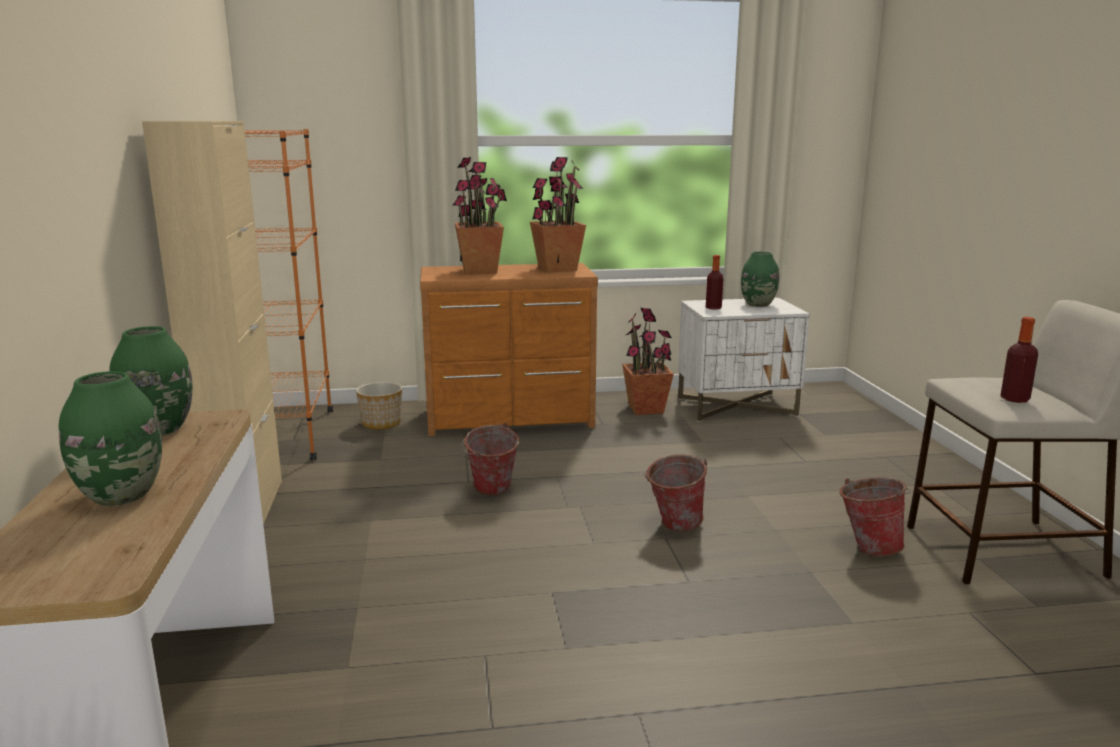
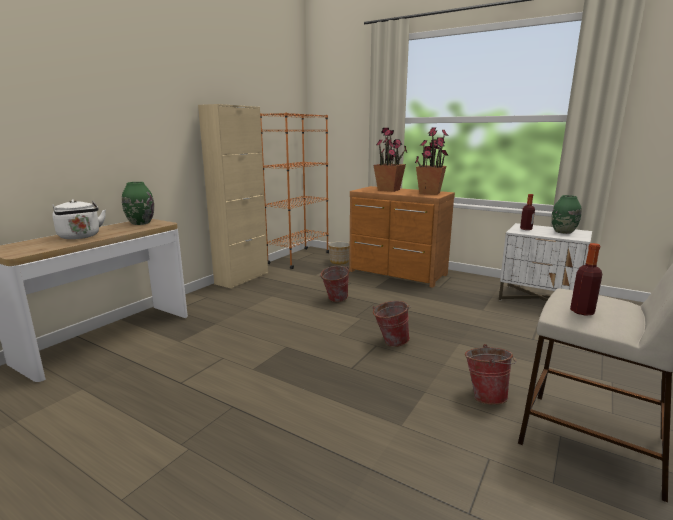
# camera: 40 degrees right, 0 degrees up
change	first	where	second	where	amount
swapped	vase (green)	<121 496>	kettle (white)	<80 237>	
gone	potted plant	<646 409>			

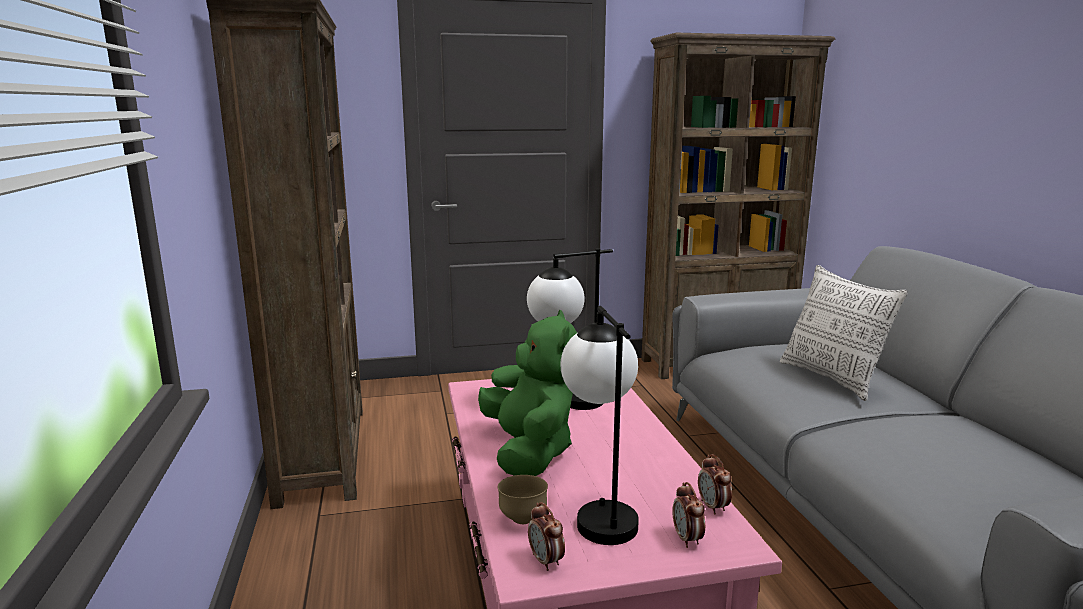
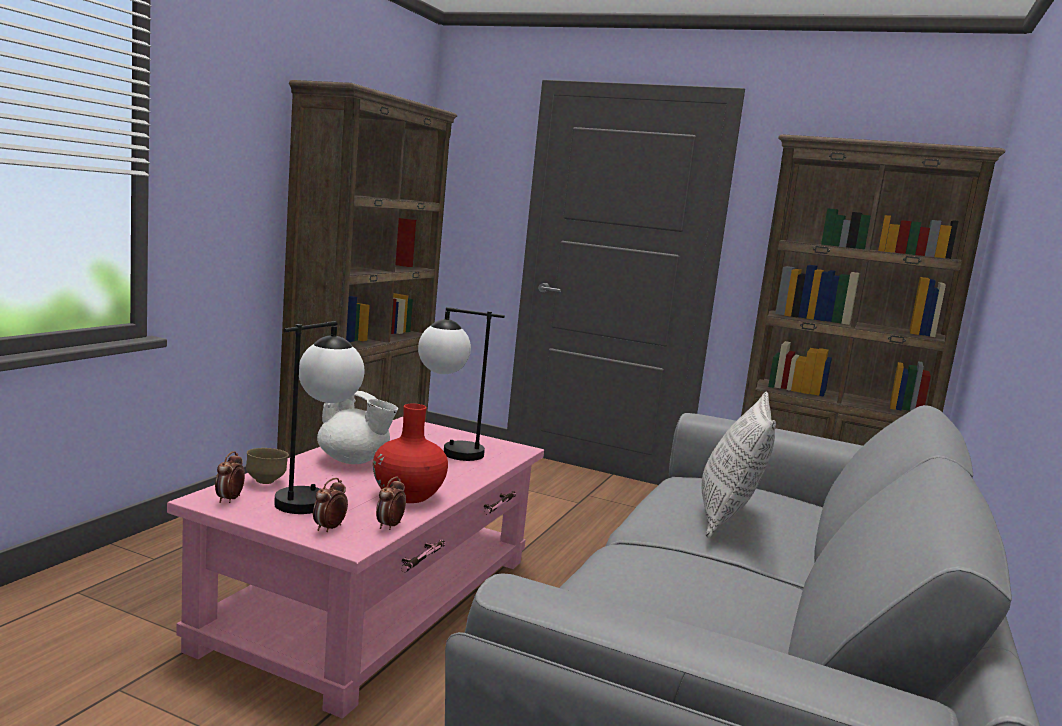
# camera: 35 degrees right, 5 degrees down
change	first	where	second	where	amount
swapped	plush toy (green)	<529 451>	teapot (white)	<354 460>	
new			vase (red)	<408 495>	

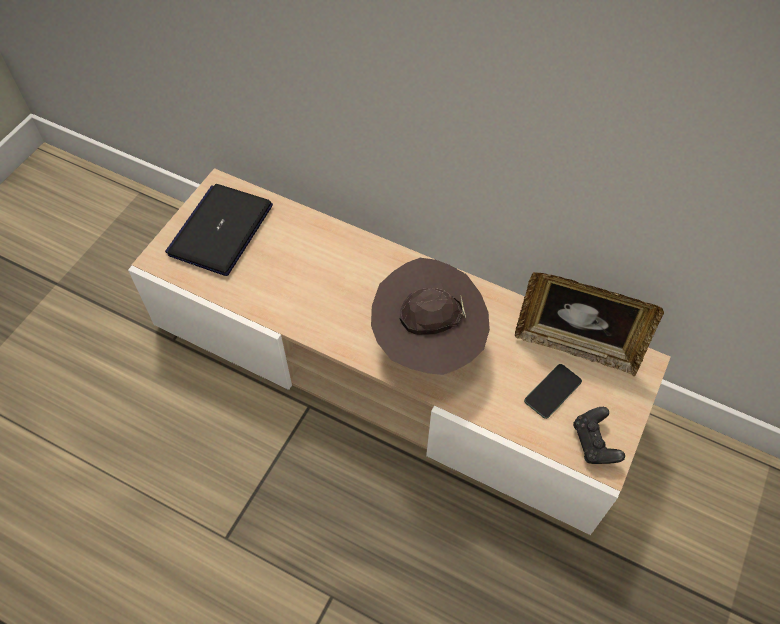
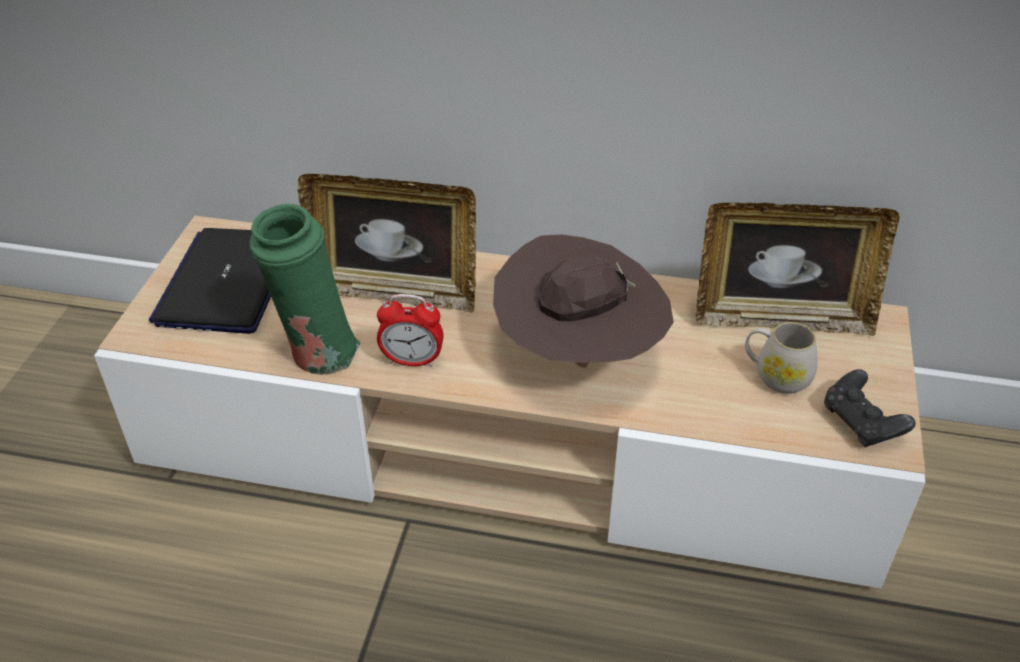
# camera: 15 degrees left, 15 degrees down
change	first	where	second	where	amount
swapped	phone	<552 391>	mug (white)	<776 376>	
new			vase (green)	<317 355>	
new			picture frame	<394 292>	
new			alarm clock	<412 360>	

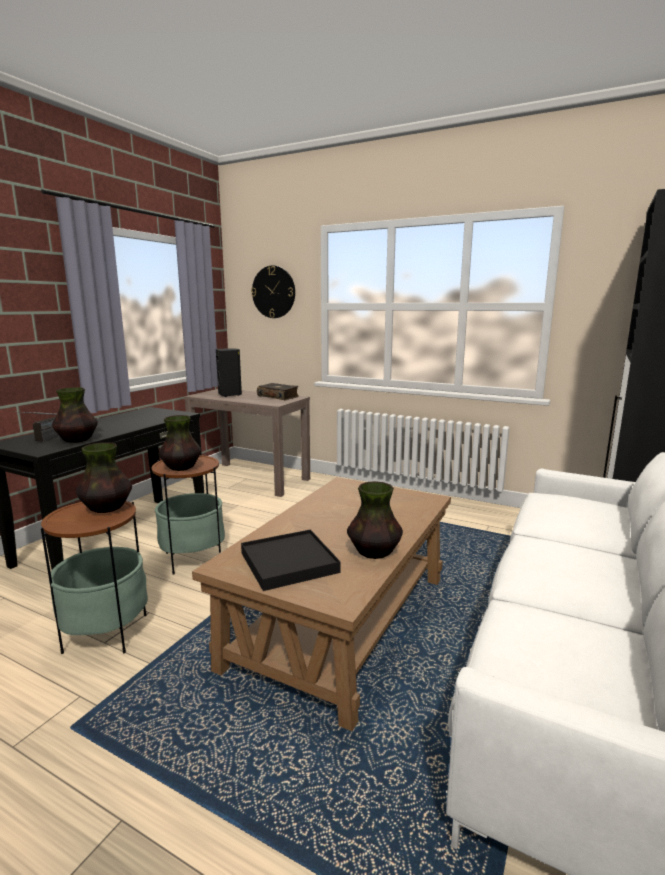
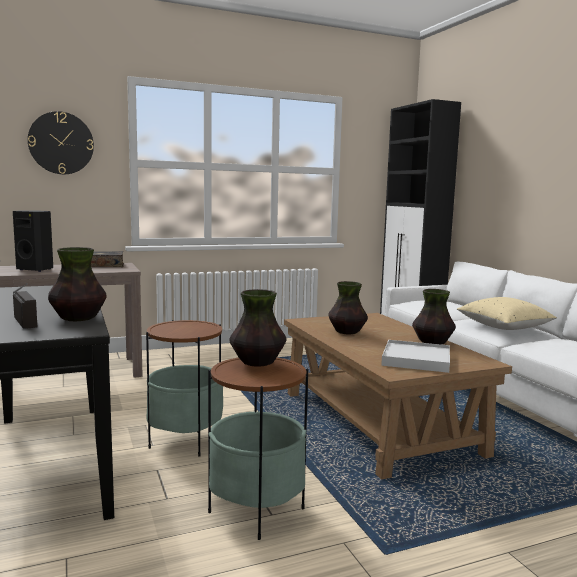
# camera: 50 degrees left, 5 degrees down
change	first	where	second	where	amount
shifted	vase	<181 468>		<347 332>	
repainted	tray (black)	<288 562>	tray (white)	<416 359>	
new			pillow (beige)	<504 327>	

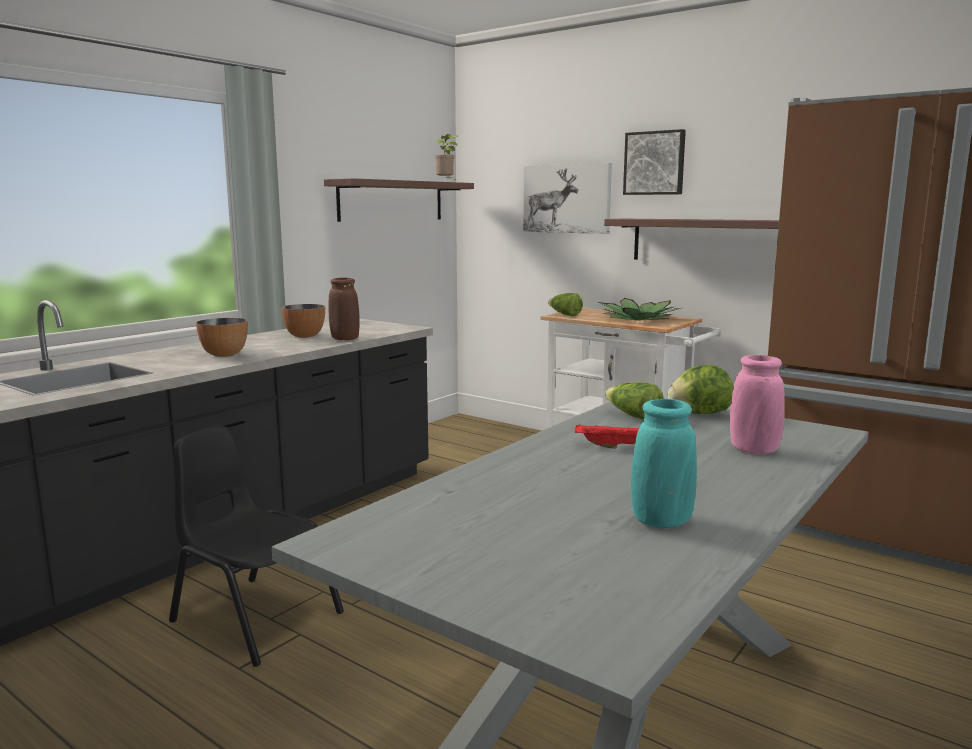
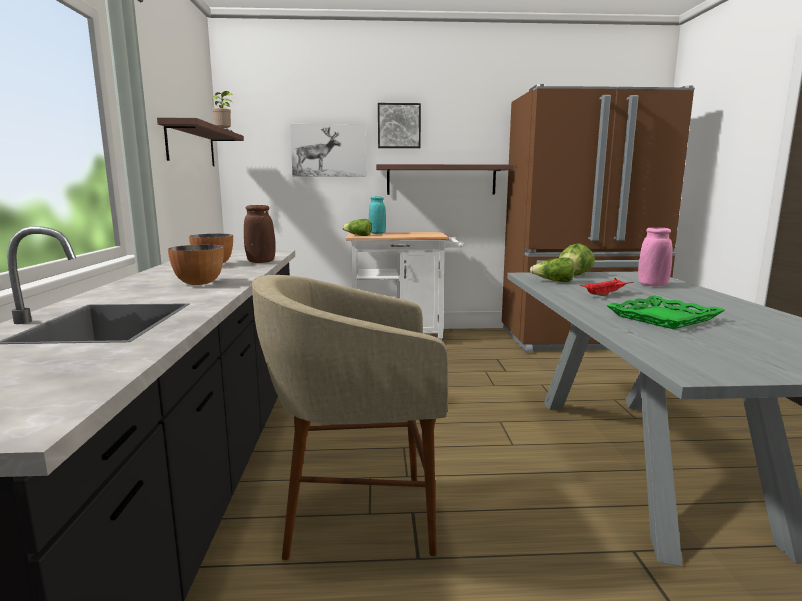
# camera: 40 degrees left, 0 degrees up
change	first	where	second	where	amount
swapped	chair (black)	<255 617>	stool (beige)	<356 518>	
gone	potted plant	<638 320>			
shifted	vase (turquoise)	<661 521>		<377 233>	
new			tray (green)	<662 318>	

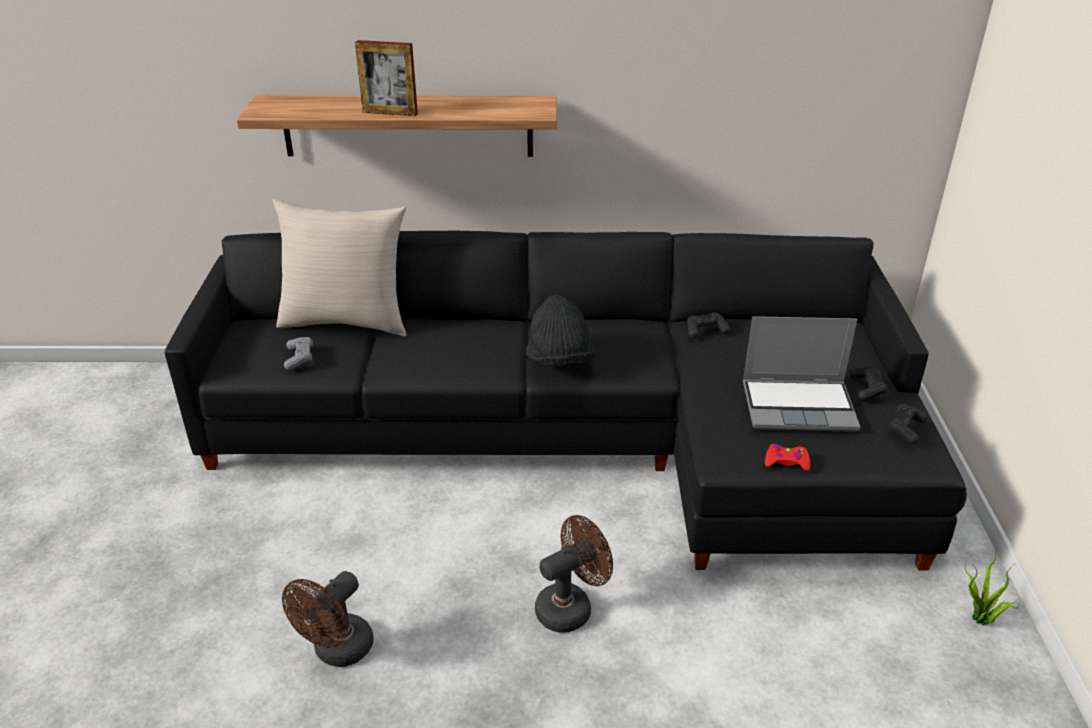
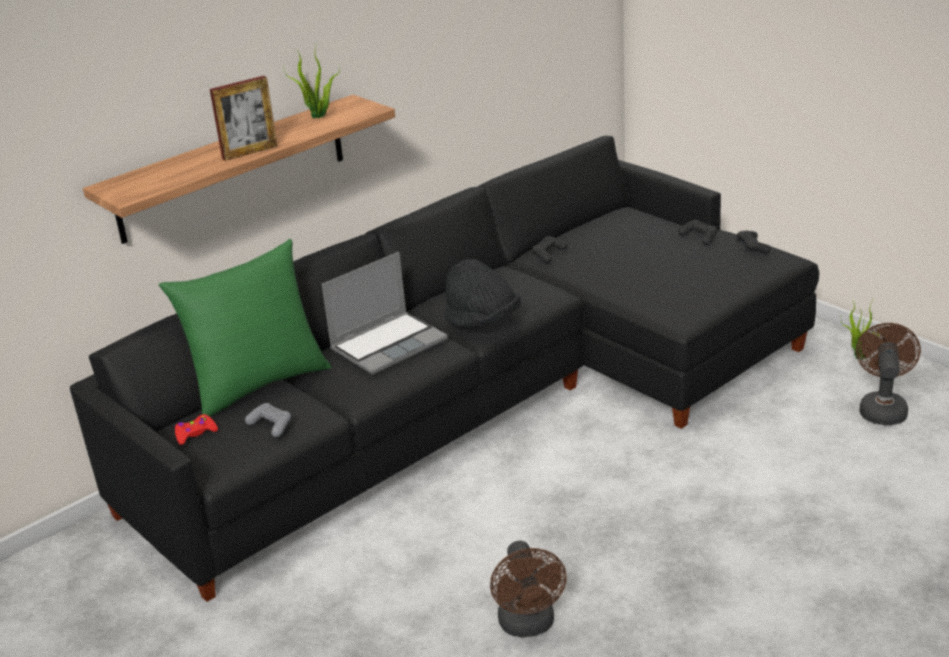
# camera: 40 degrees left, 5 degrees down
change	first	where	second	where	amount
repainted	pillow (beige)	<347 321>	pillow (green)	<258 384>	
shifted	fan (brown)	<571 606>		<882 408>	
shifted	laptop	<799 406>		<389 344>	
shifted	game controller (red)	<786 462>		<195 434>	
new			potted plant	<318 116>	

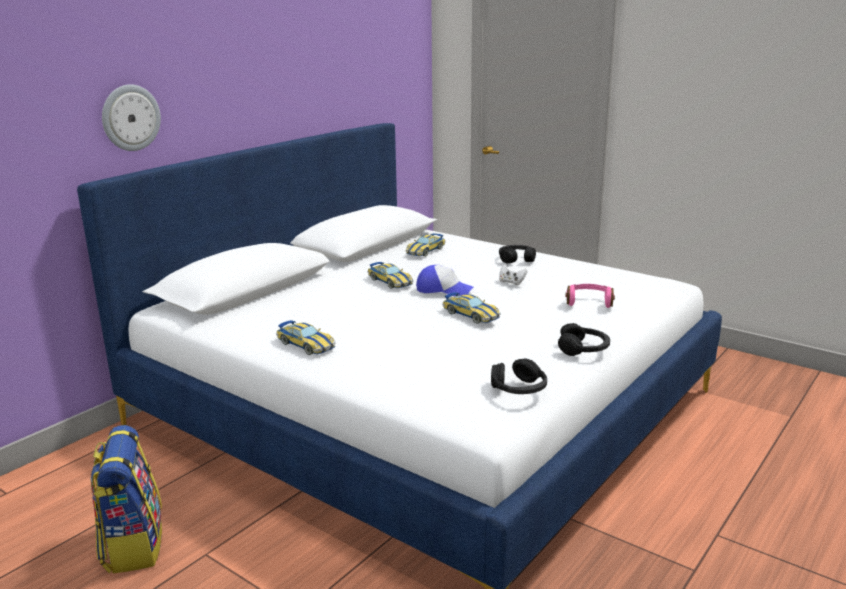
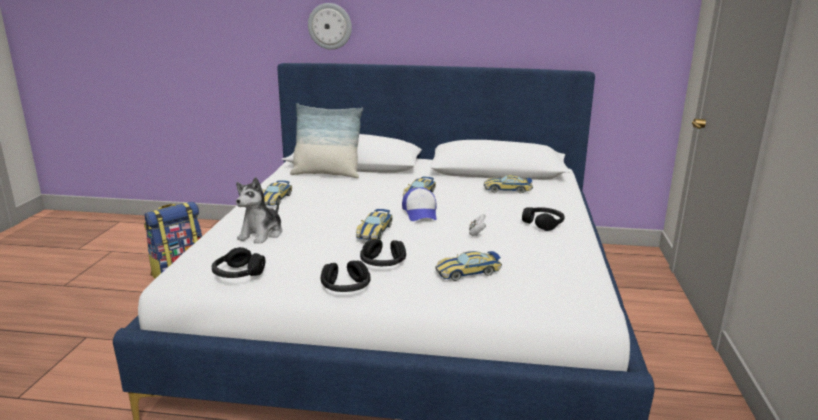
# camera: 60 degrees right, 0 degrees up
change	first	where	second	where	amount
swapped	headphones (pink)	<589 302>	toy car	<468 272>	
new			plush toy	<262 234>	
new			pillow	<326 174>	
new			headphones (black)	<382 263>	

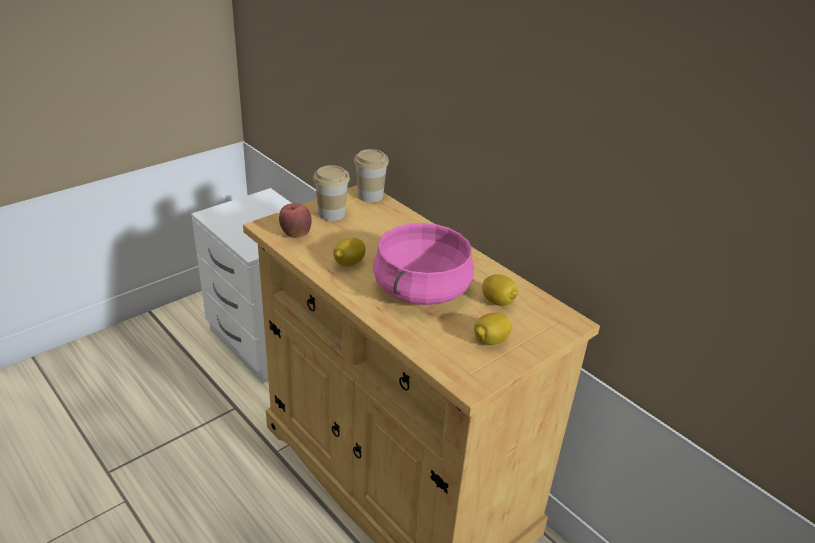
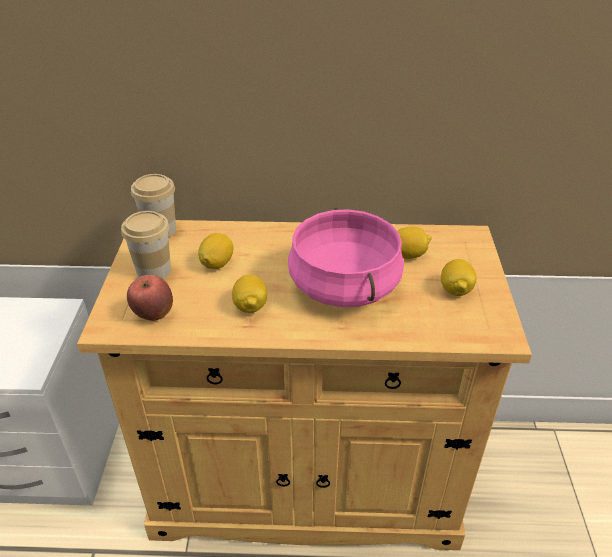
# camera: 45 degrees left, 5 degrees up
change	first	where	second	where	amount
new			lemon	<217 263>	

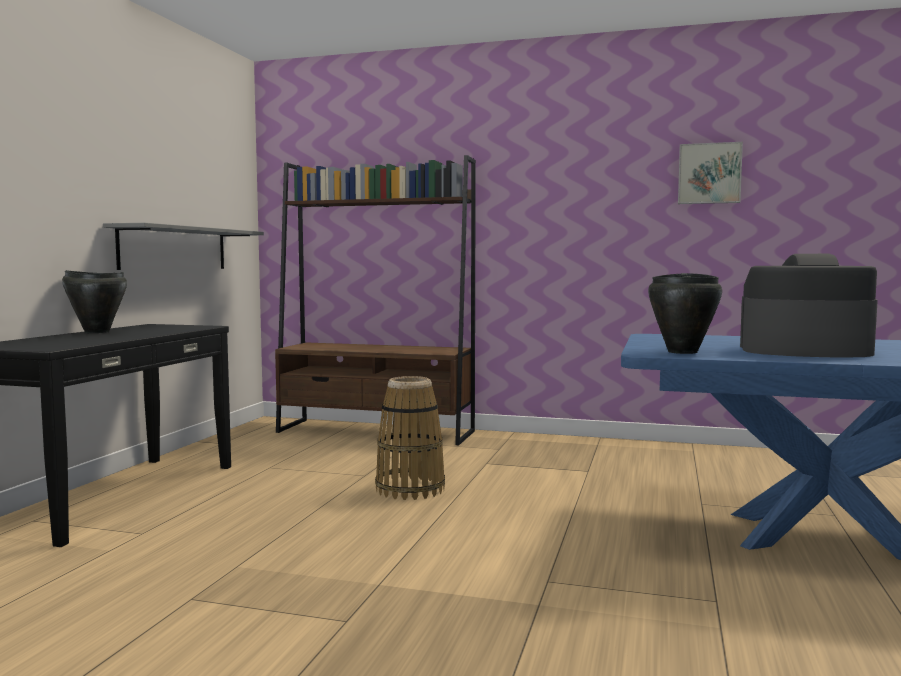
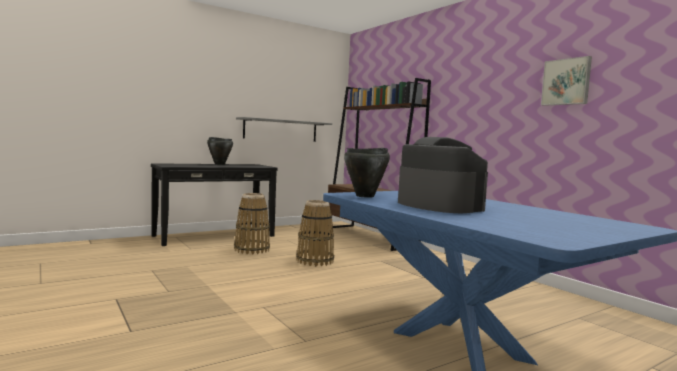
# camera: 40 degrees right, 0 degrees up
change	first	where	second	where	amount
new			basket	<252 249>	

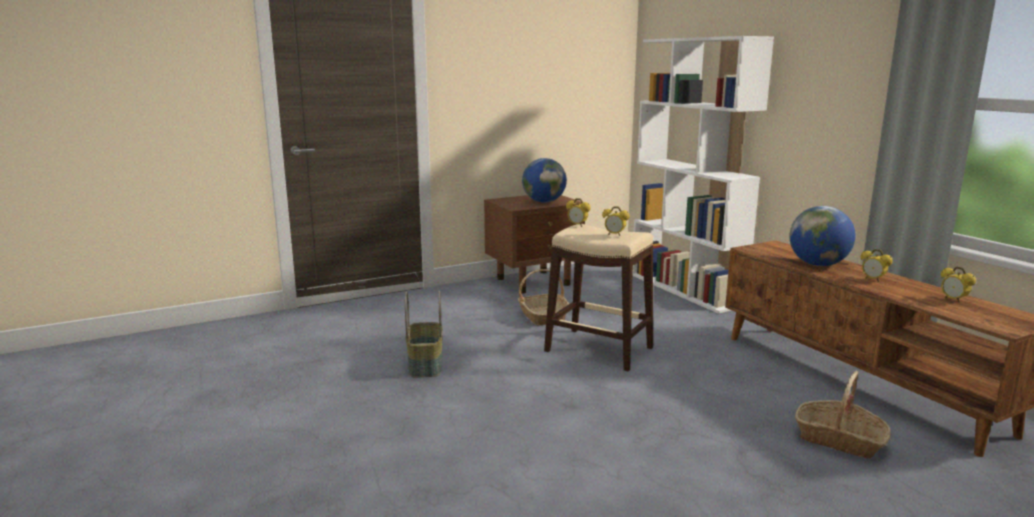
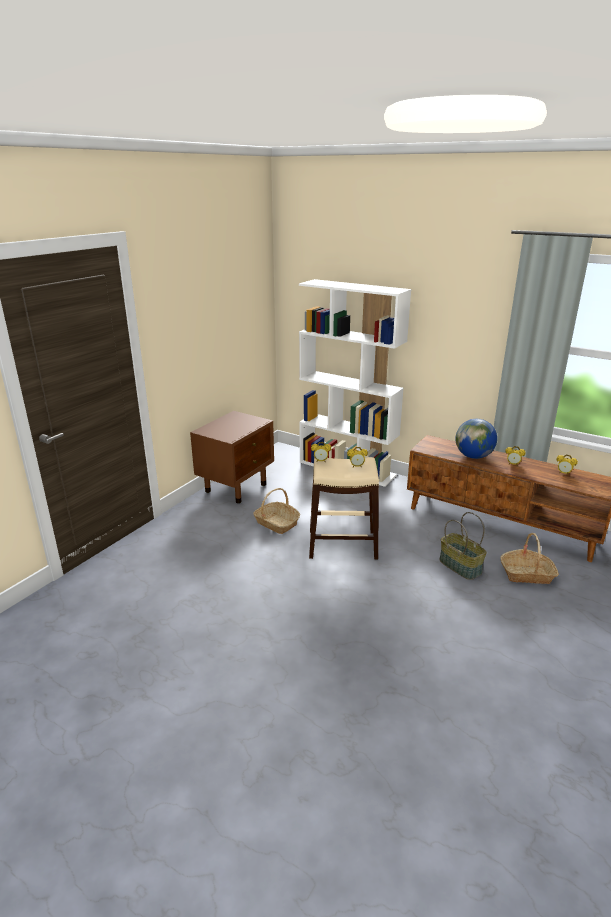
# camera: 30 degrees left, 10 degrees up
change	first	where	second	where	amount
shifted	basket	<426 365>		<461 566>	
gone	globe	<544 202>			

